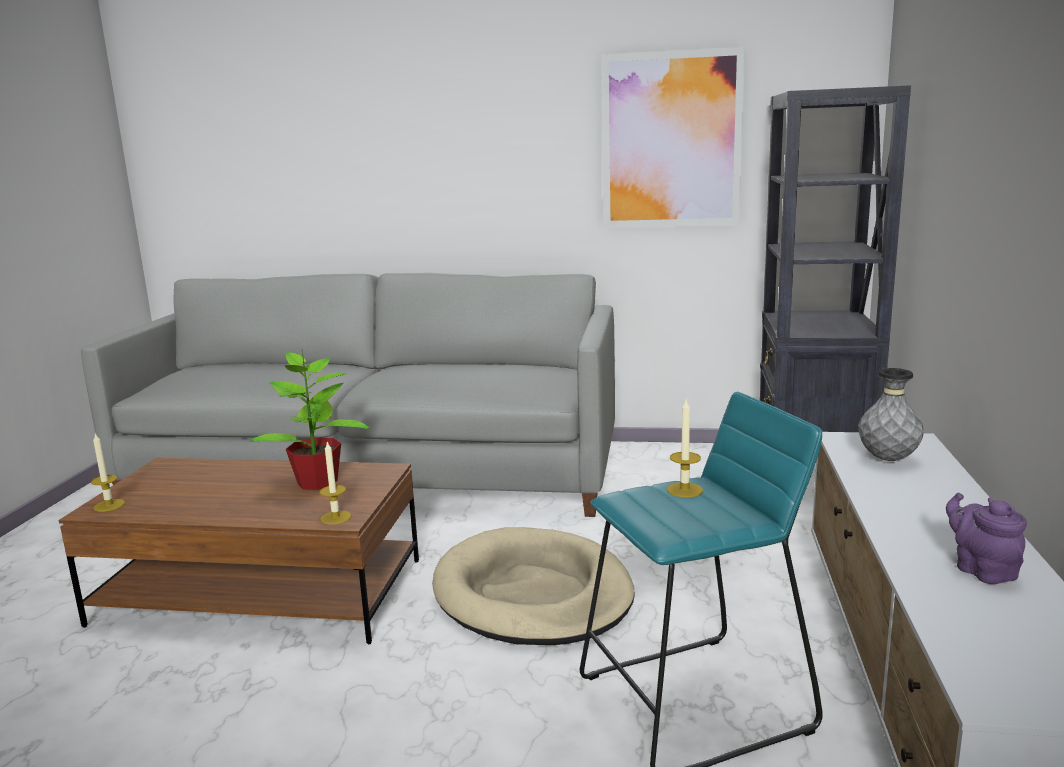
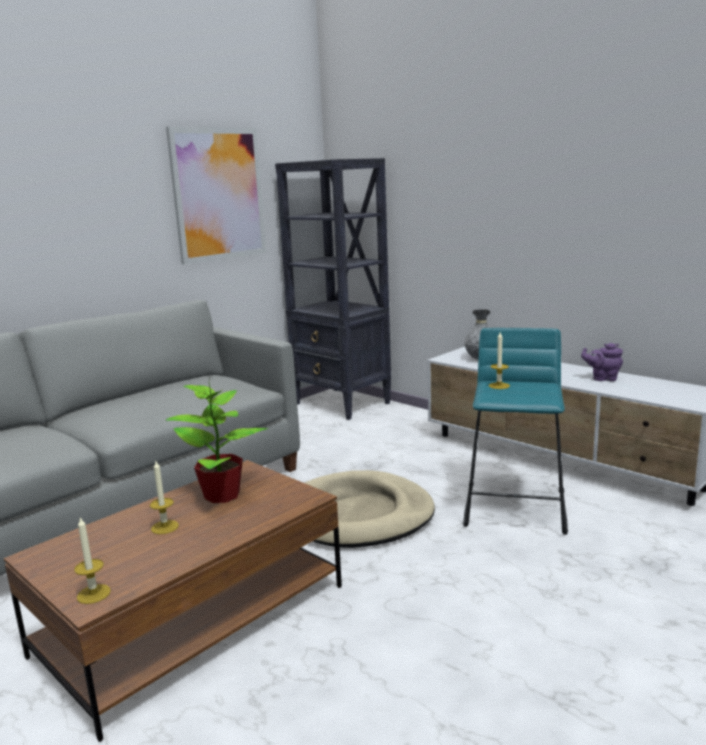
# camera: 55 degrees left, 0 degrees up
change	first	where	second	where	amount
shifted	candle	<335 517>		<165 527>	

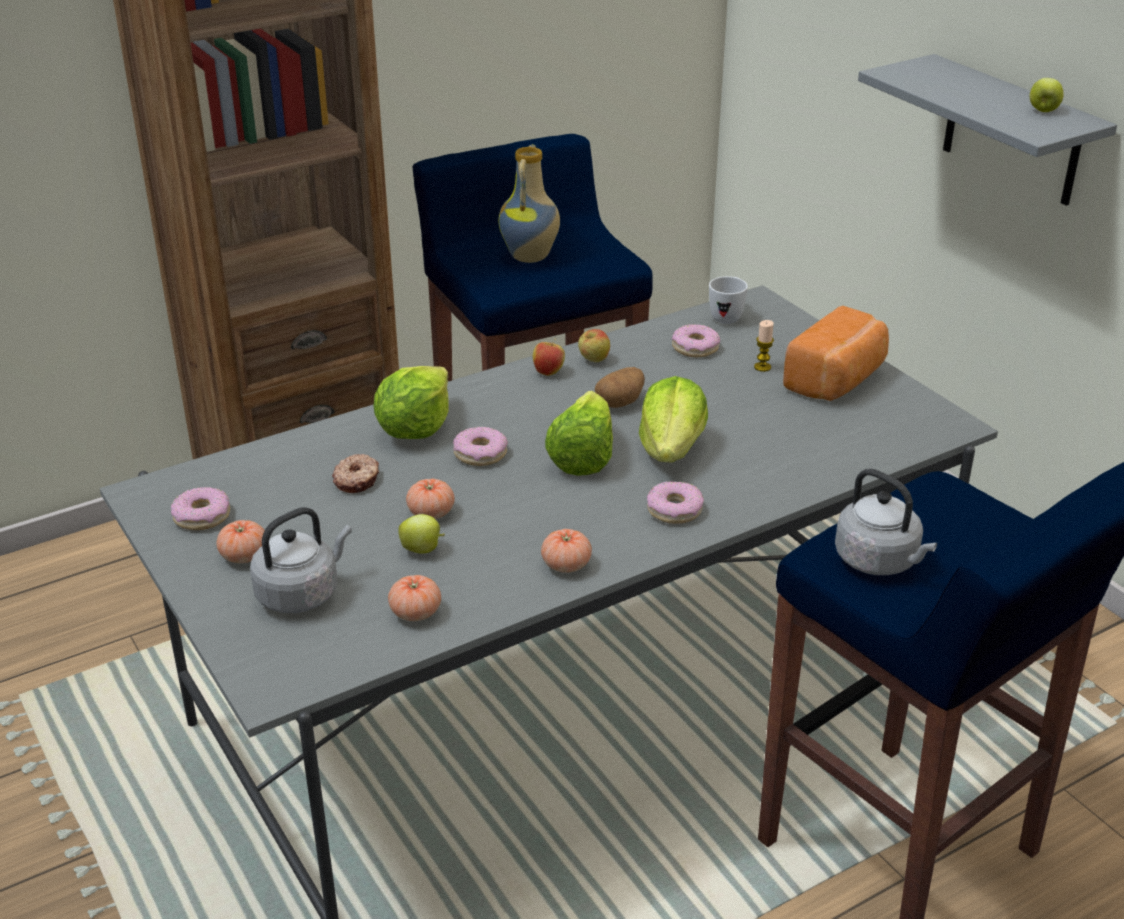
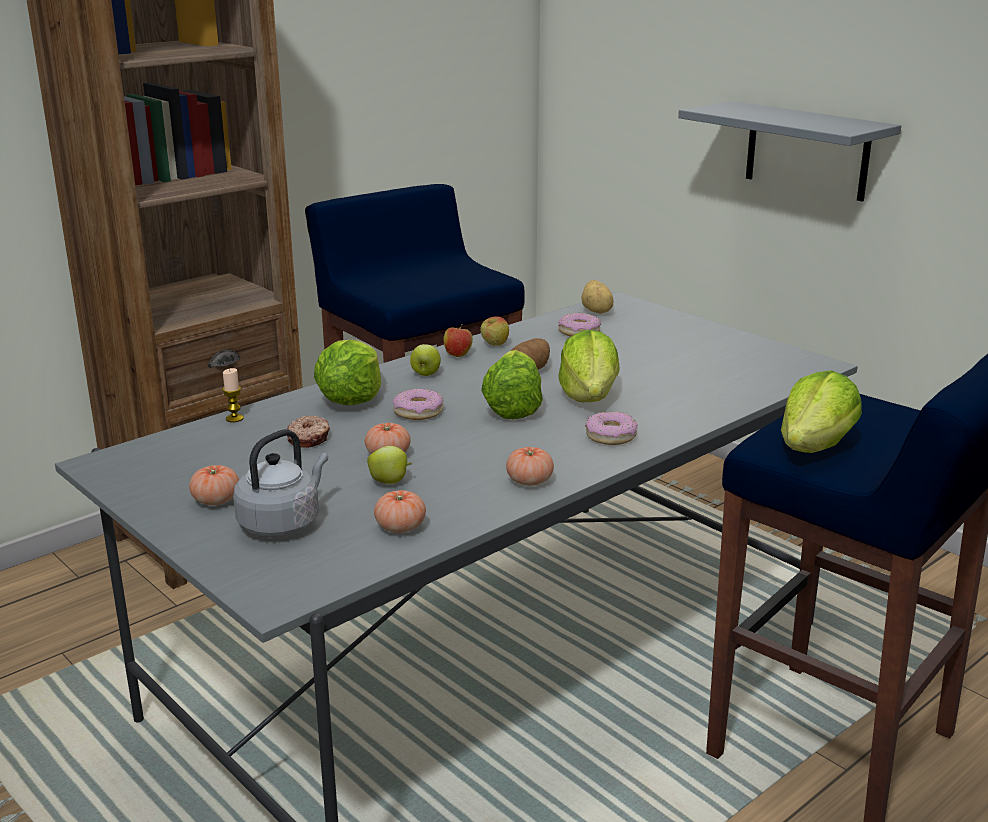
# camera: 10 degrees left, 10 degrees down
change	first	where	second	where	amount
gone	donut	<202 516>			
gone	vase	<531 257>			
swapped	mug (white)	<727 316>	potato	<597 311>	
shifted	candle	<762 367>		<234 418>	
gone	bread	<837 380>			
swapped	kettle (grey)	<879 561>	lettuce	<815 447>	
shifted	apple	<1043 110>		<425 374>	

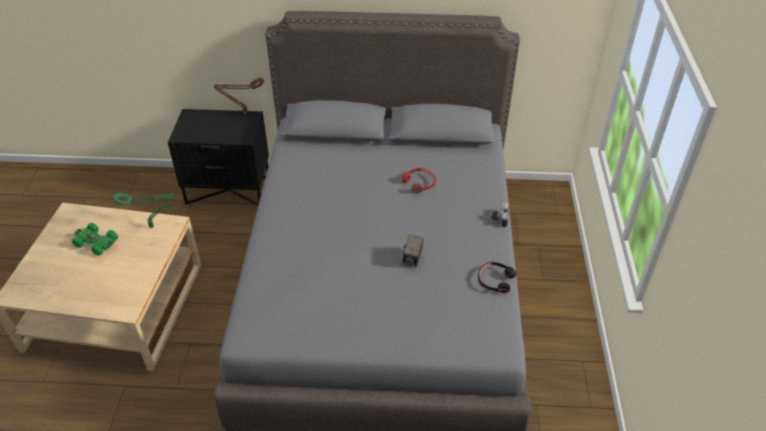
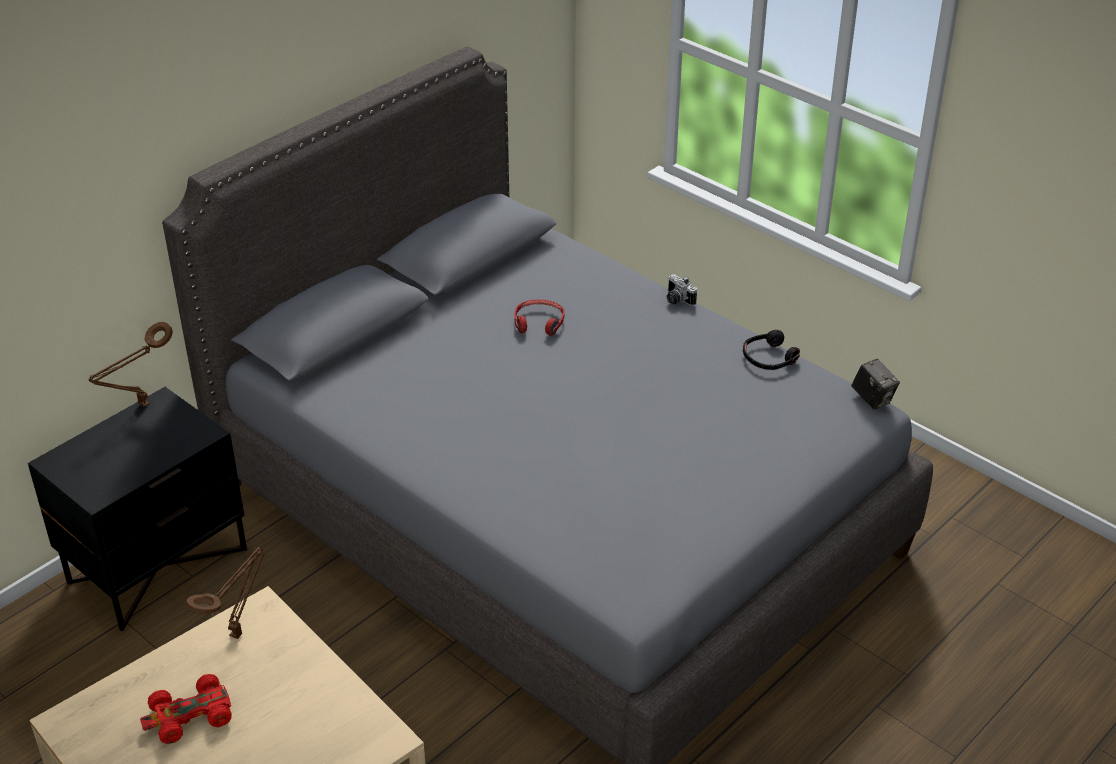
# camera: 50 degrees left, 5 degrees down
change	first	where	second	where	amount
repainted	toy car (green)	<95 242>	toy car (red)	<189 716>	
repainted	table lamp (green)	<153 226>	table lamp (brown)	<238 633>	
shifted	photo camera	<412 259>		<873 399>	

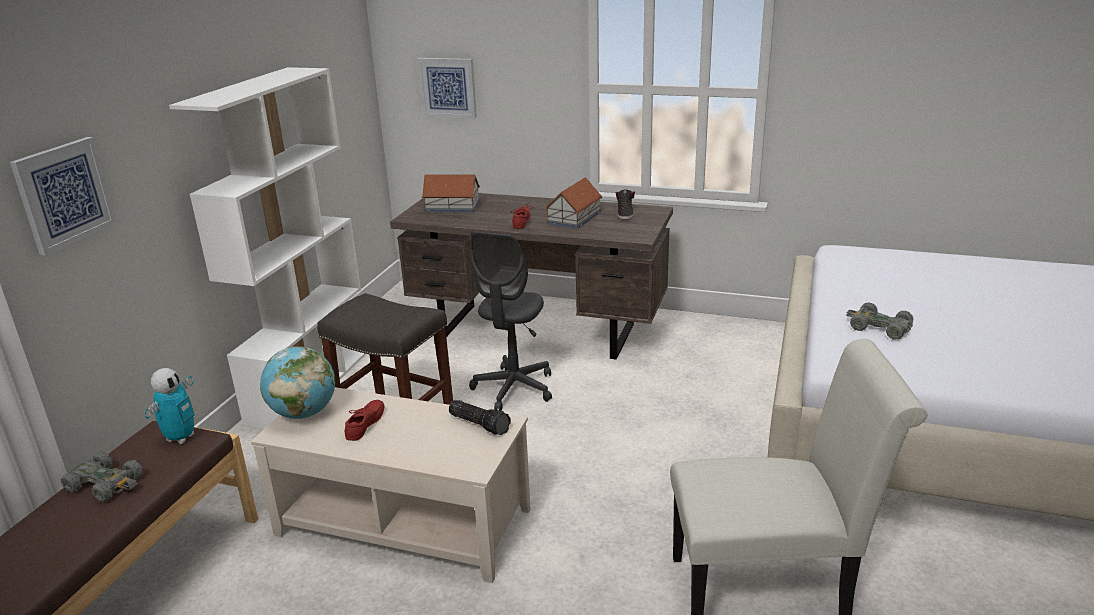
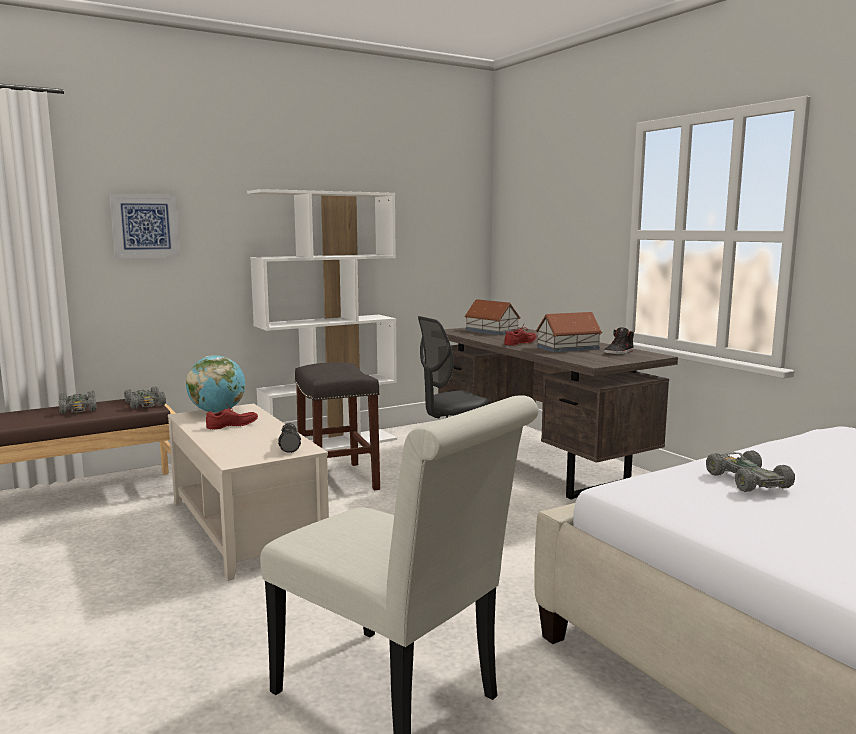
# camera: 40 degrees right, 15 degrees down
change	first	where	second	where	amount
swapped	toy robot	<181 438>	toy car (grey)	<145 404>	
gone	picture	<448 87>			

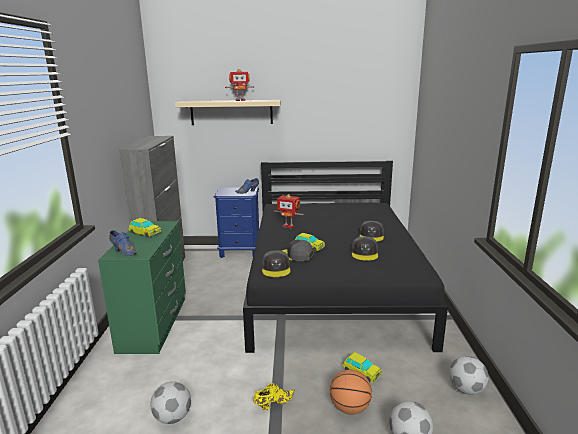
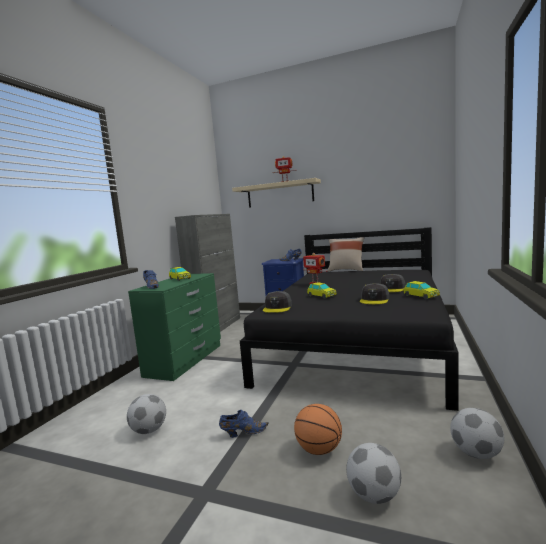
# camera: 20 degrees right, 10 degrees down
change	first	where	second	where	amount
repainted	shoe (yellow)	<273 403>	shoe (blue)	<243 433>	
gone	cap (grey)	<296 255>			
shifted	toy car	<361 372>		<421 296>	
new			pillow (beige)	<346 270>	

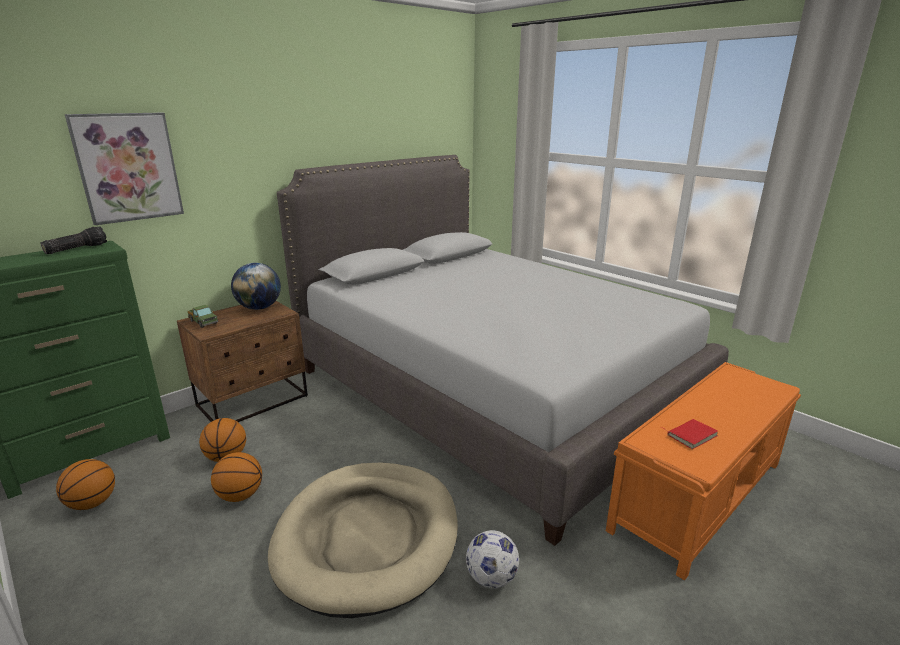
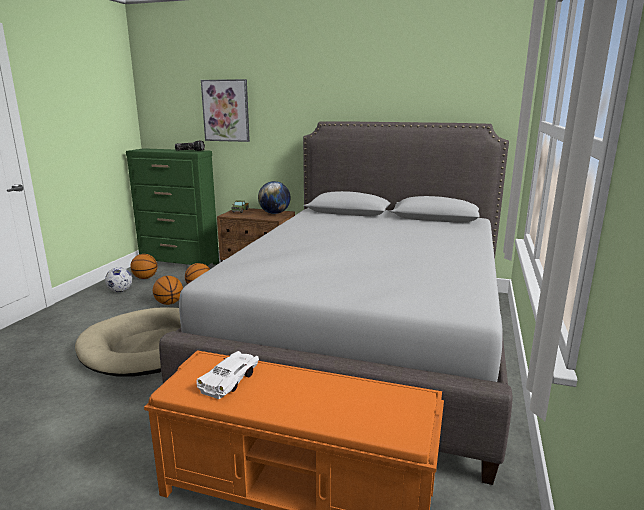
# camera: 60 degrees right, 5 degrees down
change	first	where	second	where	amount
shifted	football	<491 578>		<120 291>	
swapped	book (red)	<690 435>	toy car (white)	<231 380>	

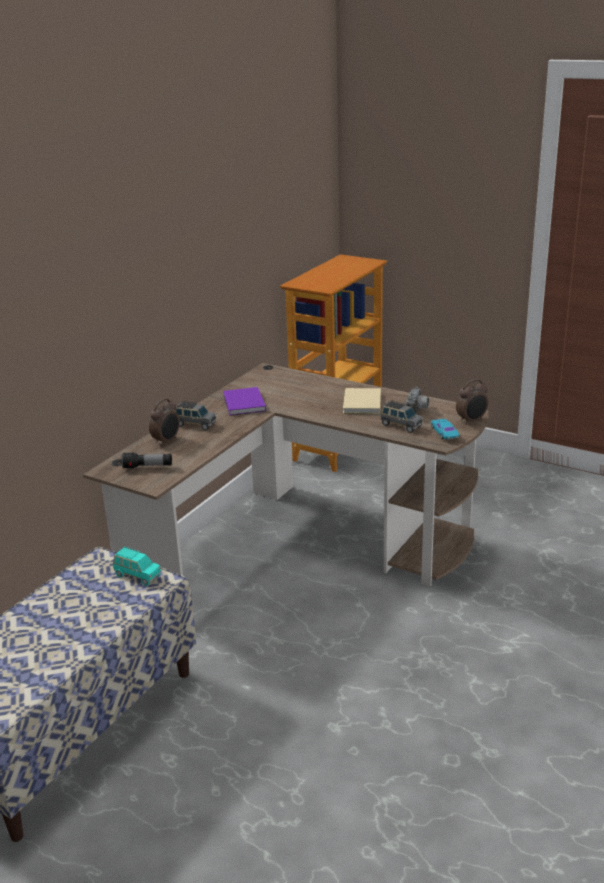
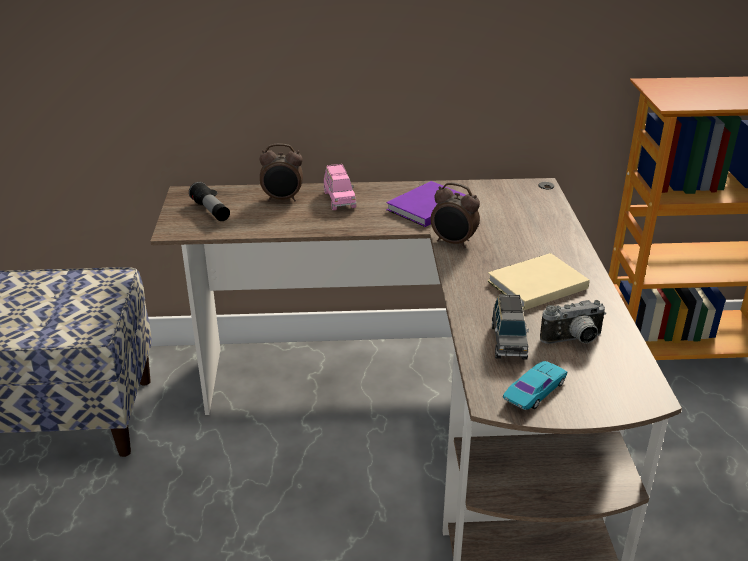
# camera: 55 degrees right, 5 degrees up
change	first	where	second	where	amount
gone	toy car (turquoise)	<137 575>			
repainted	toy car (grey)	<195 425>	toy car (pink)	<339 199>	
shifted	alarm clock	<471 421>		<453 243>	

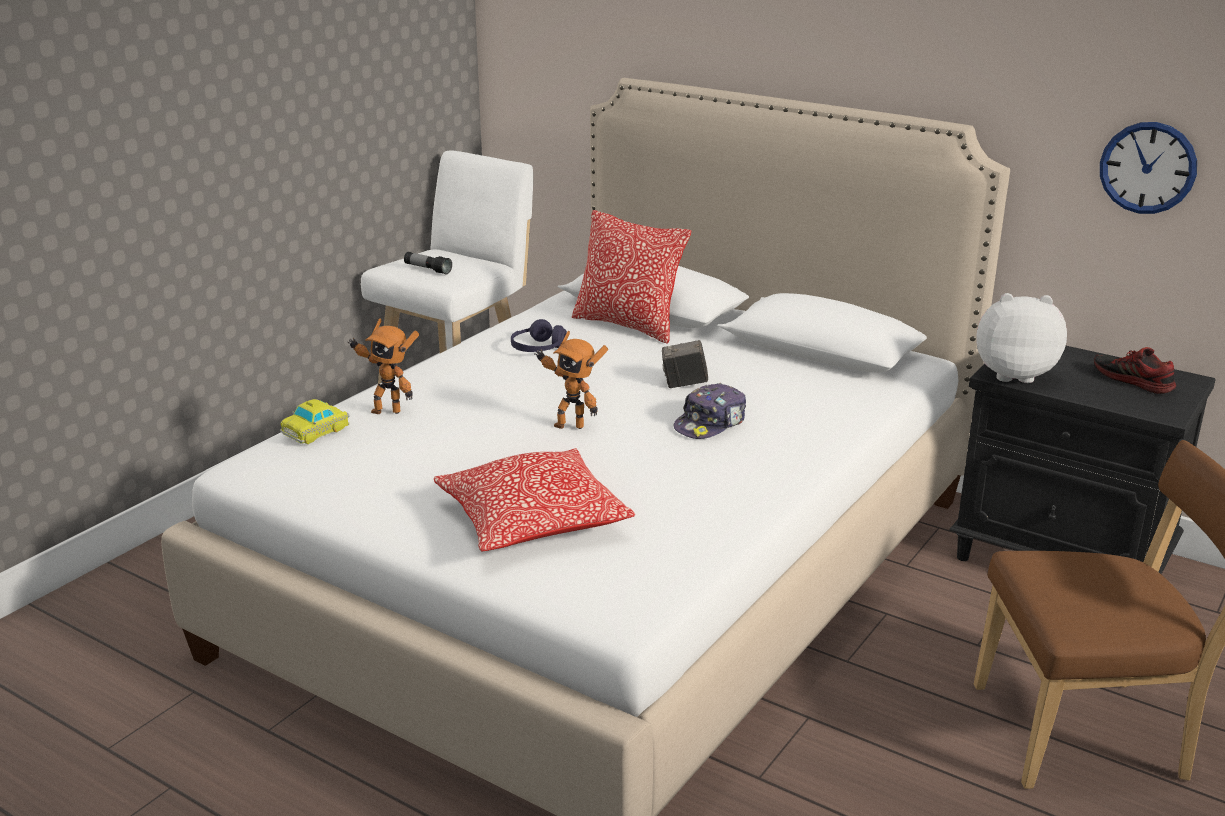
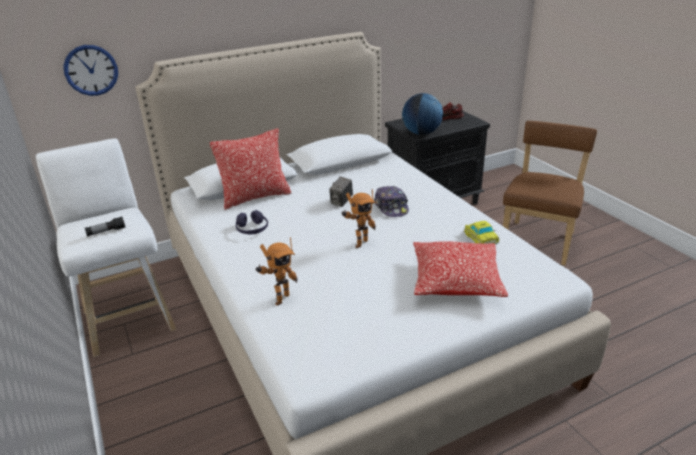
# camera: 60 degrees left, 5 degrees up
change	first	where	second	where	amount
shifted	toy car	<317 430>		<480 238>	
swapped	plush toy	<1013 374>	globe	<421 133>	
shifted	wall clock	<1147 168>		<91 70>	

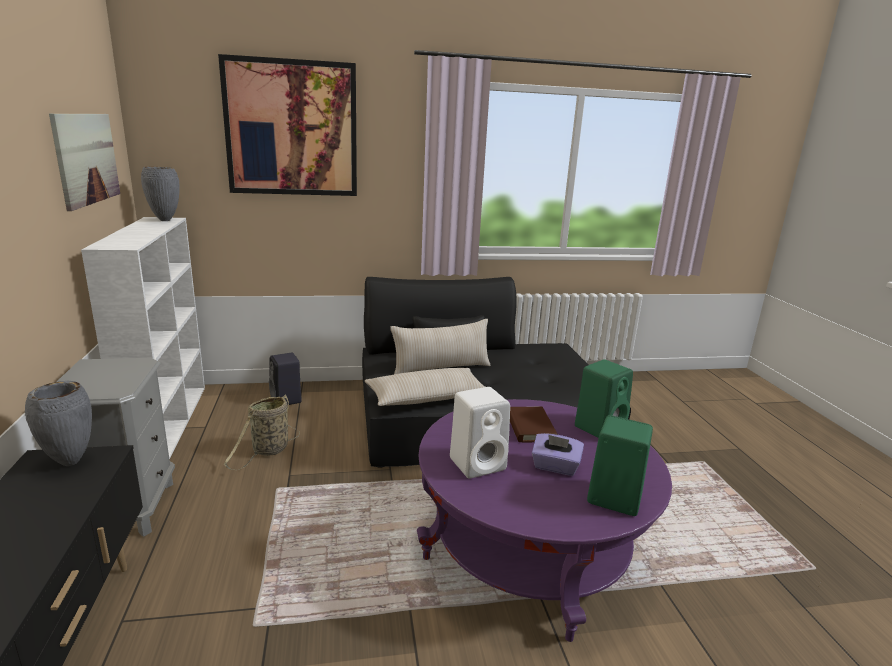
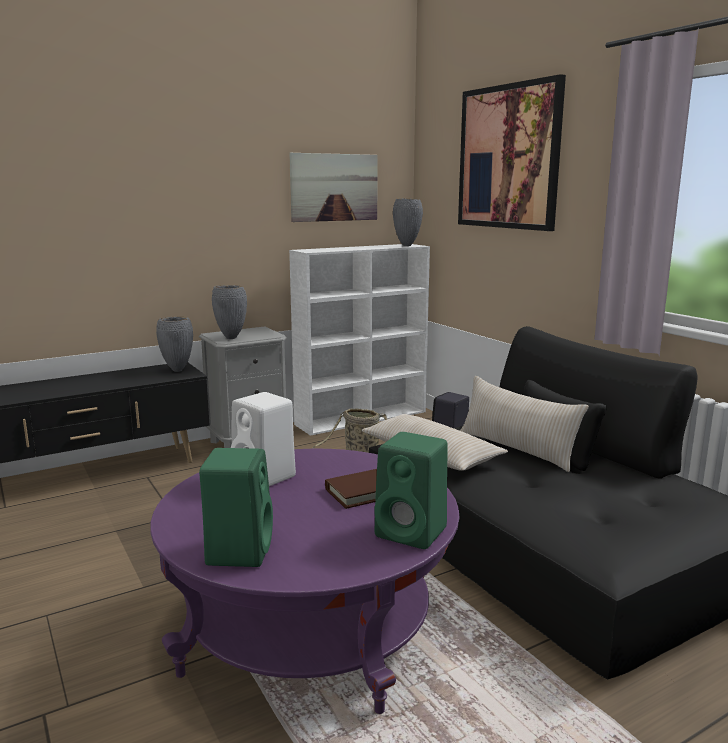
# camera: 70 degrees right, 5 degrees down
change	first	where	second	where	amount
gone	tissue box (purple)	<555 467>			
new			vase (grey)	<231 338>	

